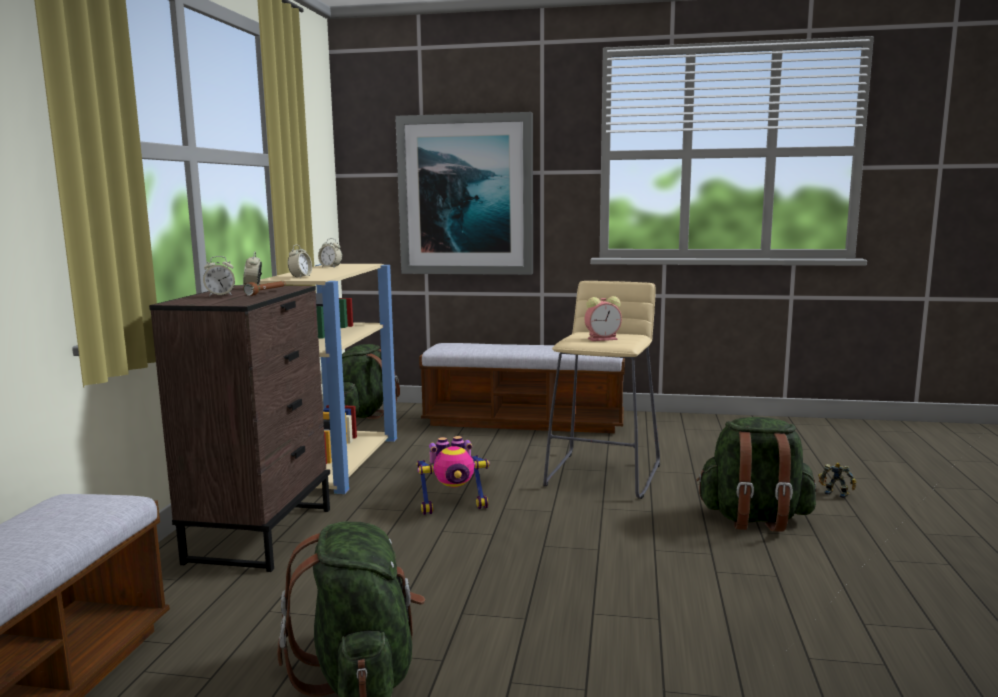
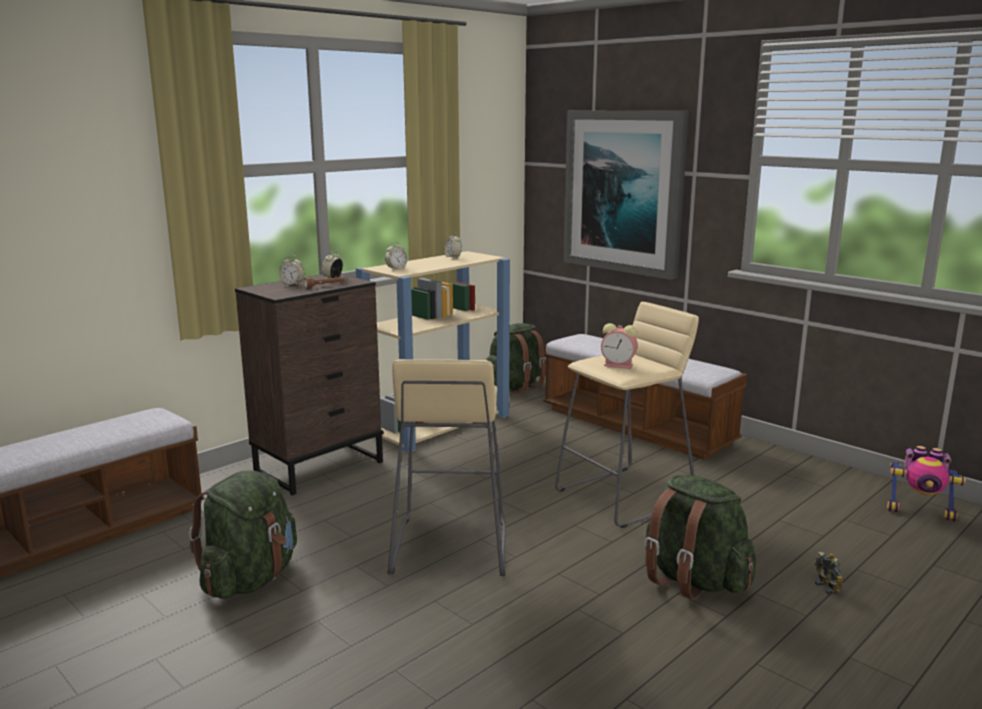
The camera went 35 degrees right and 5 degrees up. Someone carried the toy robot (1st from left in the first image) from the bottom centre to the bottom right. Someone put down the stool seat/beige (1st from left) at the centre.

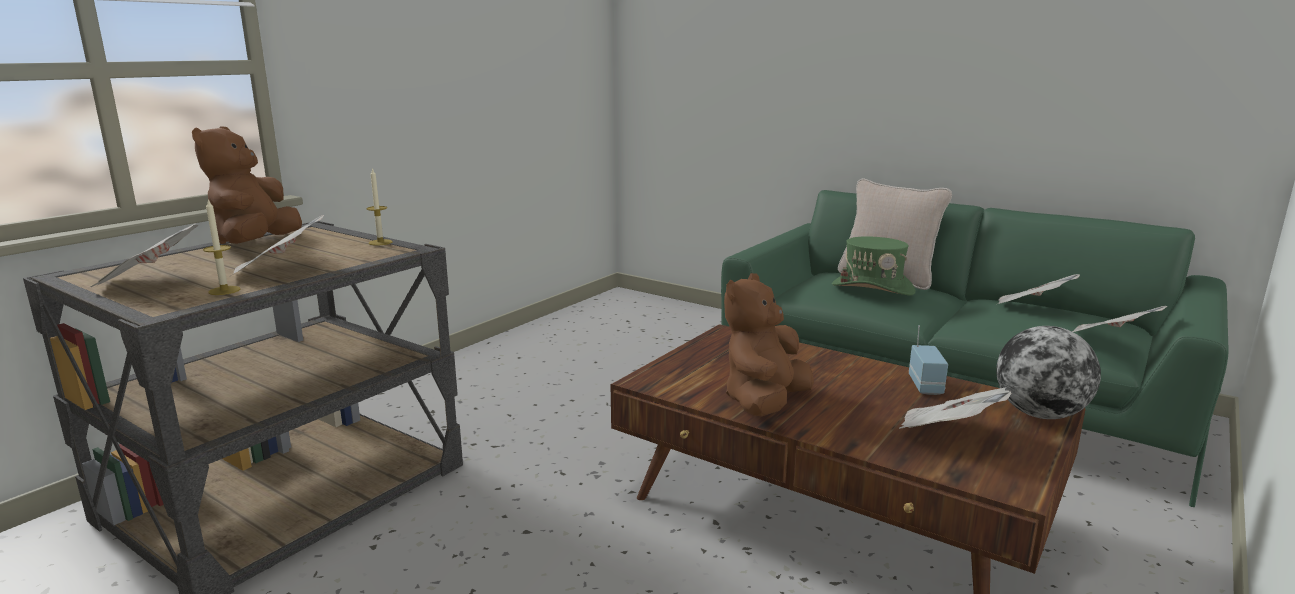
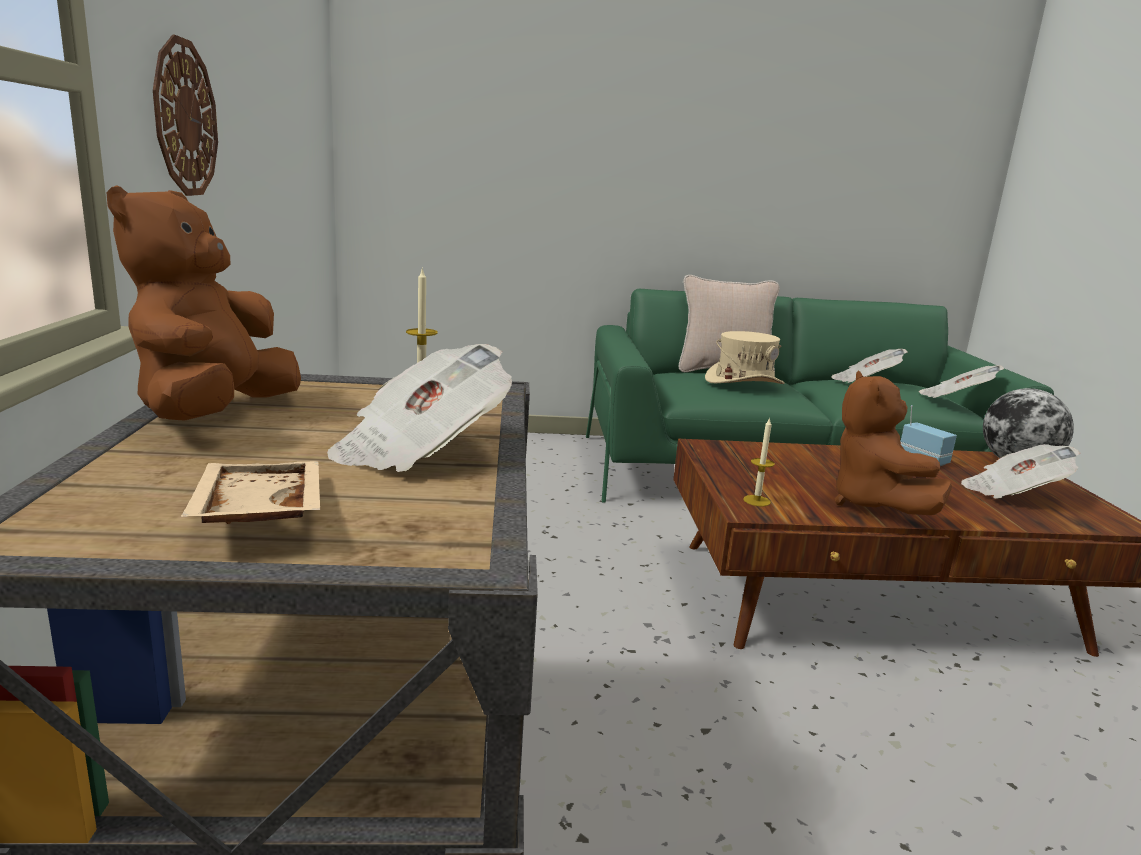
The camera went 40 degrees left and 0 degrees up. Someone swapped the printed paper (1st from left) at the middle left for the serving tray/beige at the middle left. Someone rotated the soft toy/brown (1st from left) at the top left by 45 degrees clockwise. Someone carried the wax candle (1st from left in the first image) from the middle left to the centre. Someone repainted the hat/greenish at the middle right, which became the hat/beige at the centre. Someone put up the hanging clock at the top left.

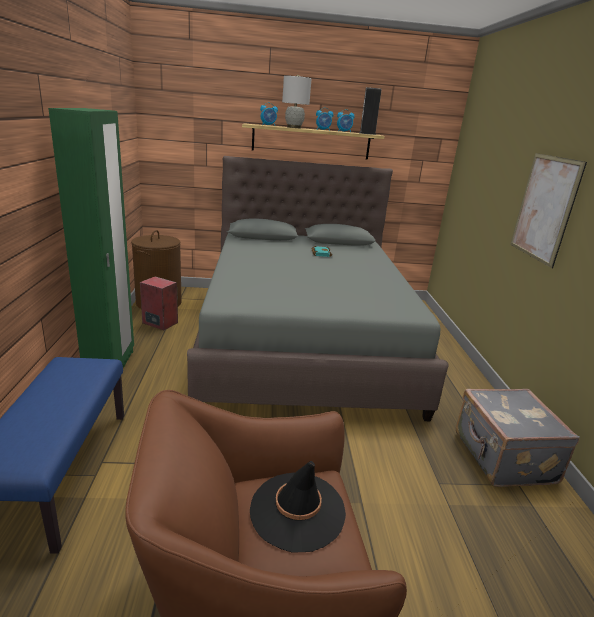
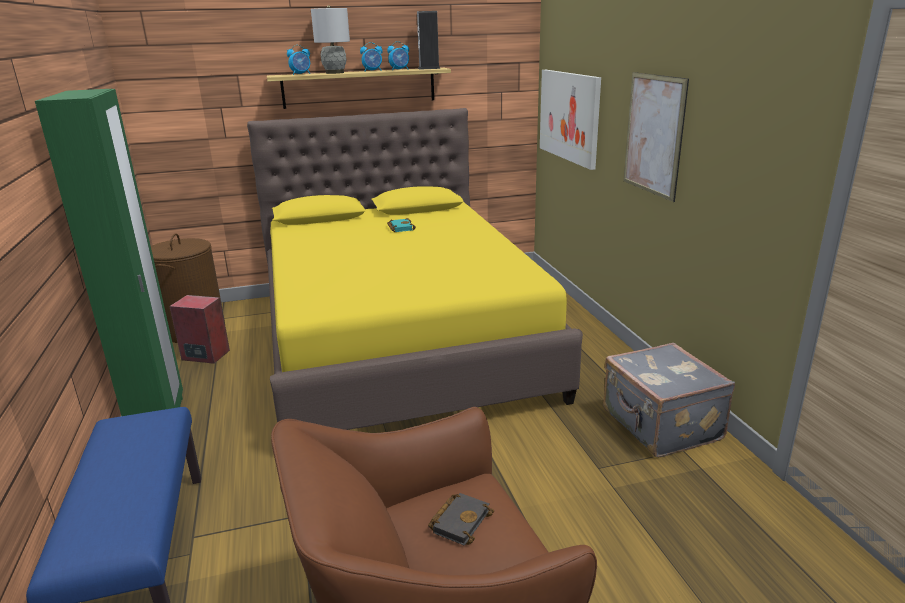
The camera went 10 degrees left and 0 degrees up. Someone repainted the bed/grey at the centre, which became the bed/yellowish at the centre. Someone swapped the hat/black-coloured at the bottom centre for the book/black-coloured at the bottom centre. Someone put up the wall picture (1st from left) at the top centre.

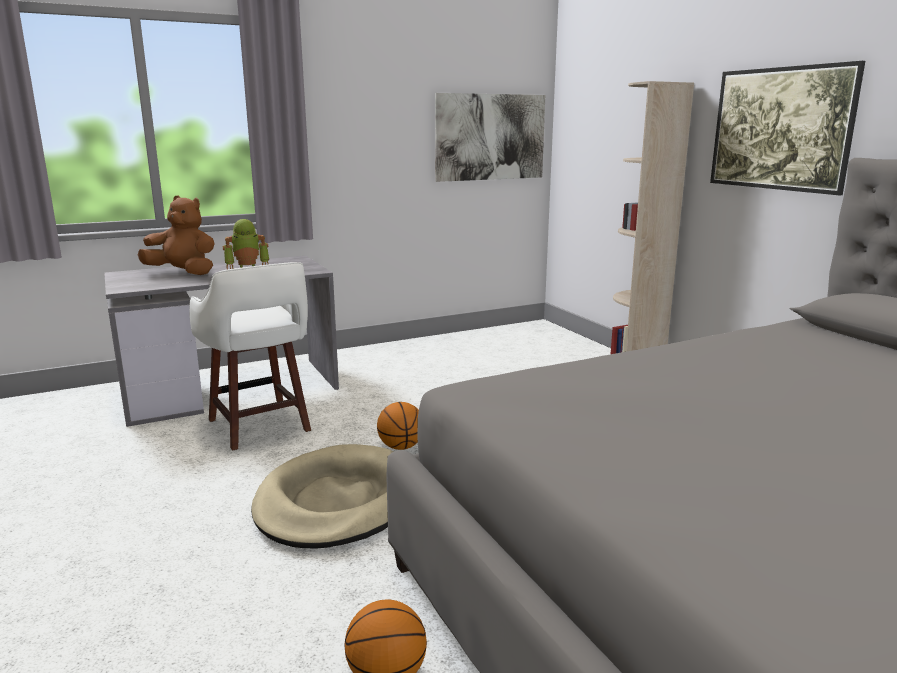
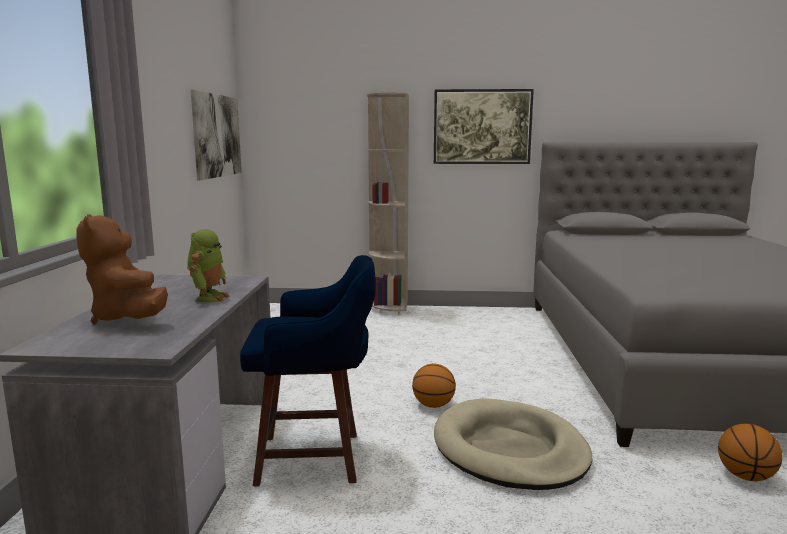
The camera went 60 degrees left and 5 degrees down. Someone rotated the soft toy/brown at the middle left by 75 degrees counterclockwise. Someone repainted the stool seat/white-coloured at the middle left, which became the stool seat/blue-coloured at the bottom centre.

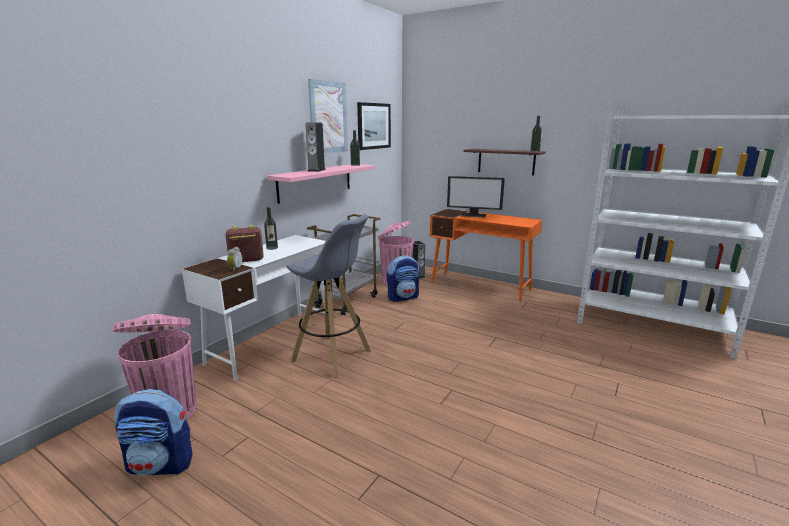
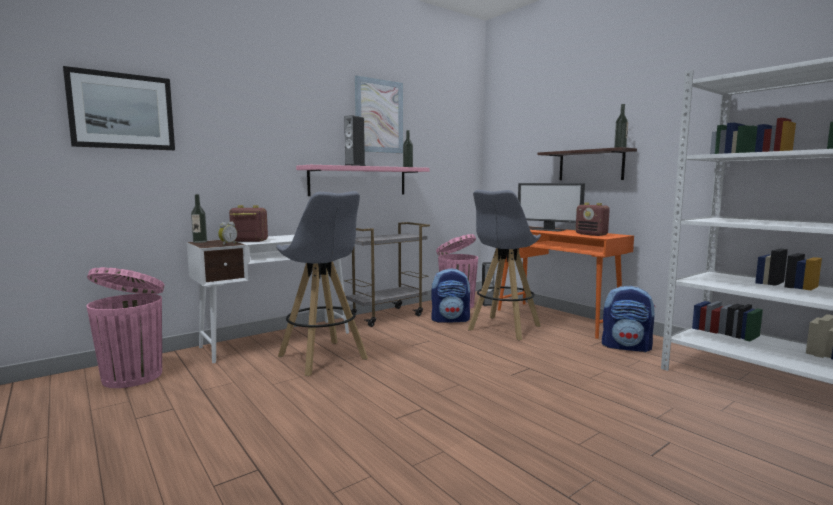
The camera went 20 degrees right and 10 degrees down. Someone carried the backpack (1st from left in the first image) from the bottom left to the middle right. Someone carried the bottle (1st from left) from the centre to the middle left. Someone carried the wall picture (2nd from left in the first image) from the top centre to the top left. Someone put down the stool seat/grey (2nd from left) at the centre. Someone put down the radio set (2nd from left) at the middle right.

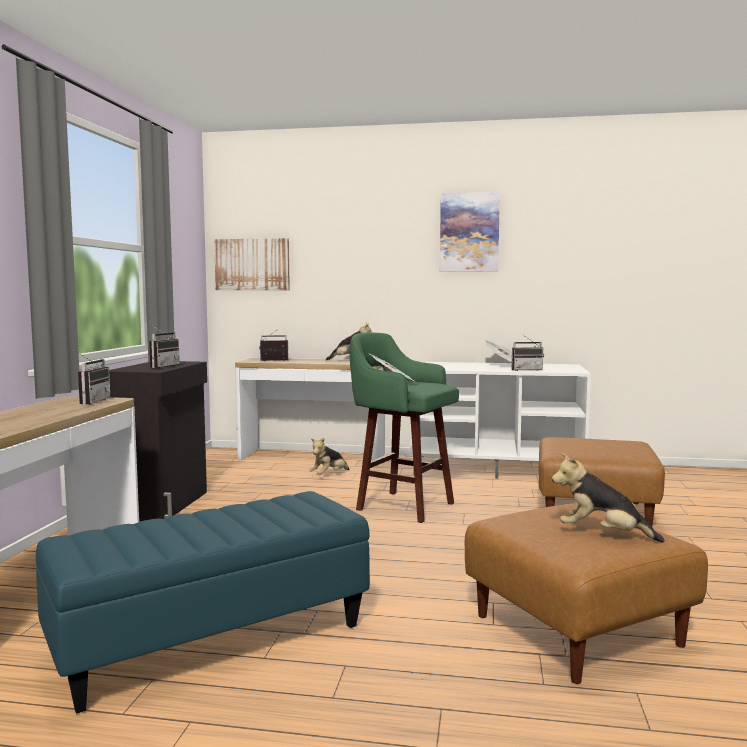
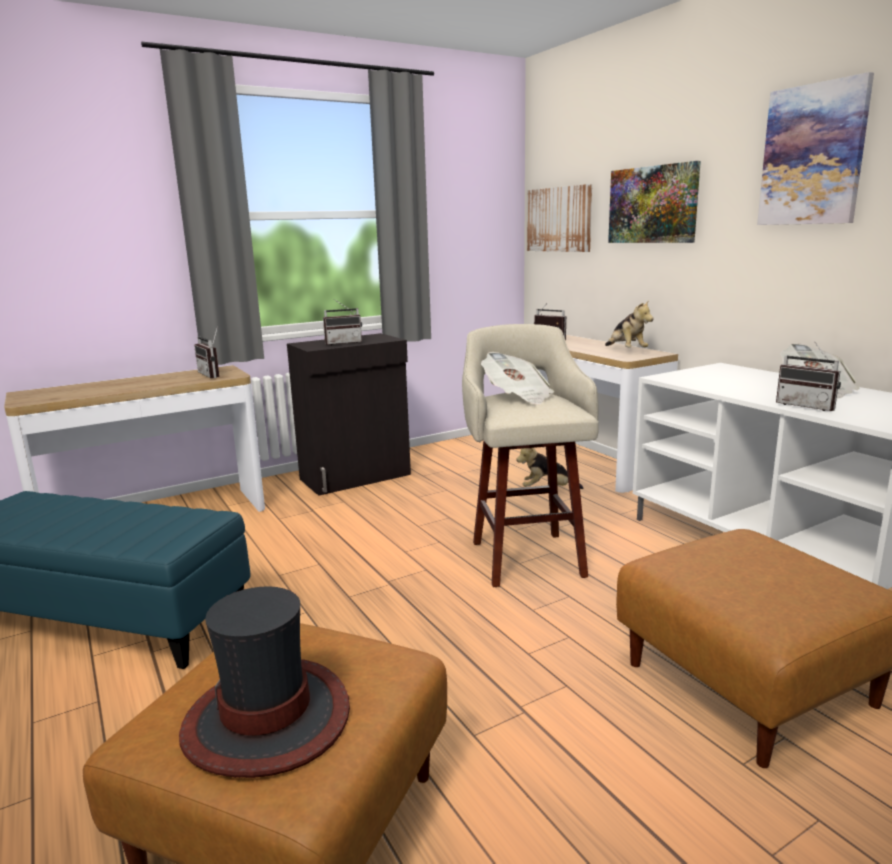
The camera went 50 degrees right and 10 degrees up. Someone rotated the radio set (1st from left) at the middle left by 90 degrees clockwise. Someone repainted the stool seat/greenish at the centre, which became the stool seat/beige at the centre. Someone swapped the soft toy (3rd from left) at the bottom right for the hat at the bottom left. Someone put up the wall picture (2nd from left) at the top right.

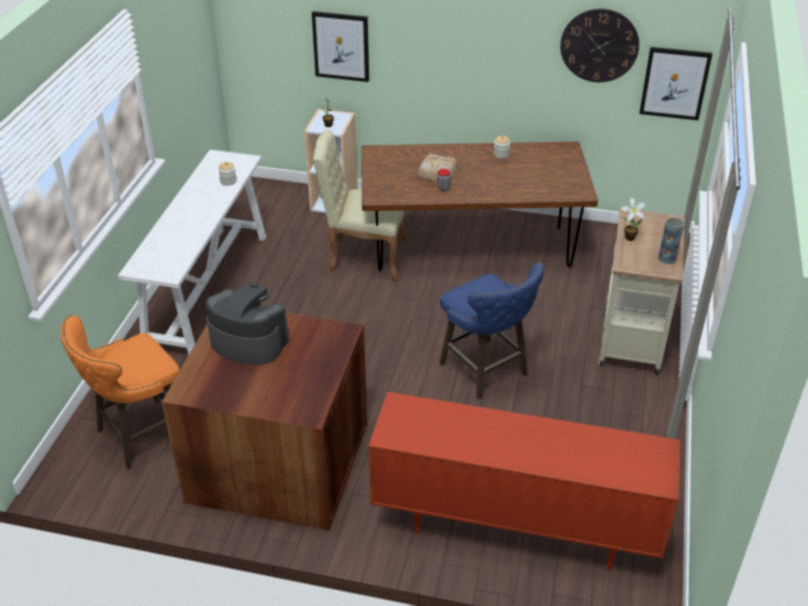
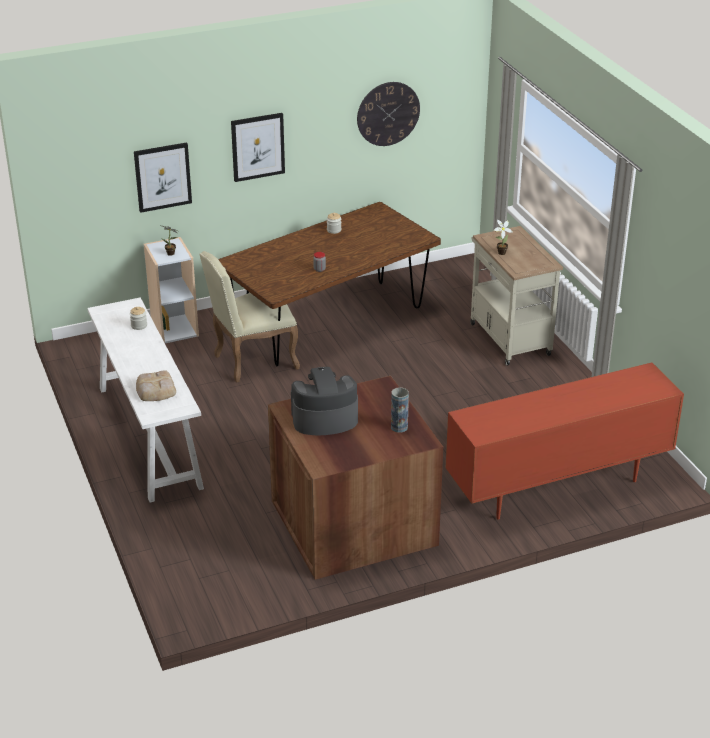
The camera went 35 degrees left and 5 degrees down. Someone took away the stool seat/orangey at the middle left. Someone carried the bread from the top centre to the middle left. Someone took away the stool seat/blue-coloured at the centre. Someone carried the wall picture (2nd from left) from the top right to the top centre. Someone carried the decorative vase from the middle right to the centre.

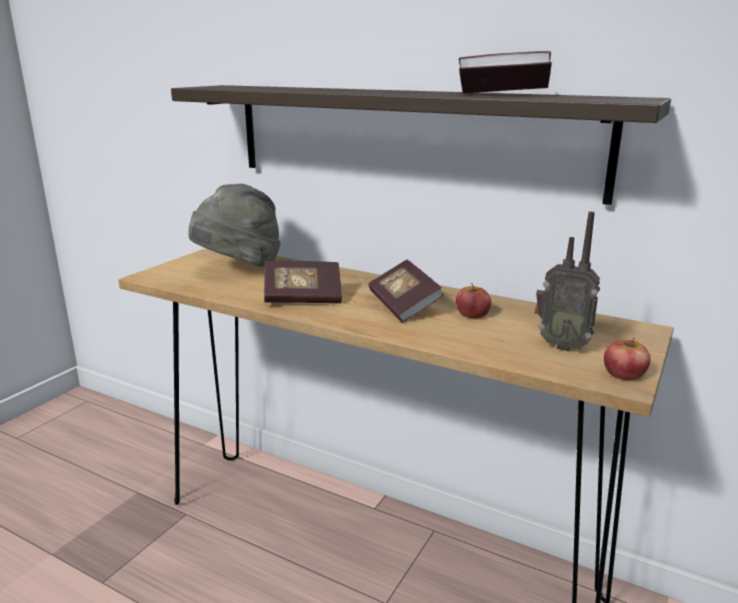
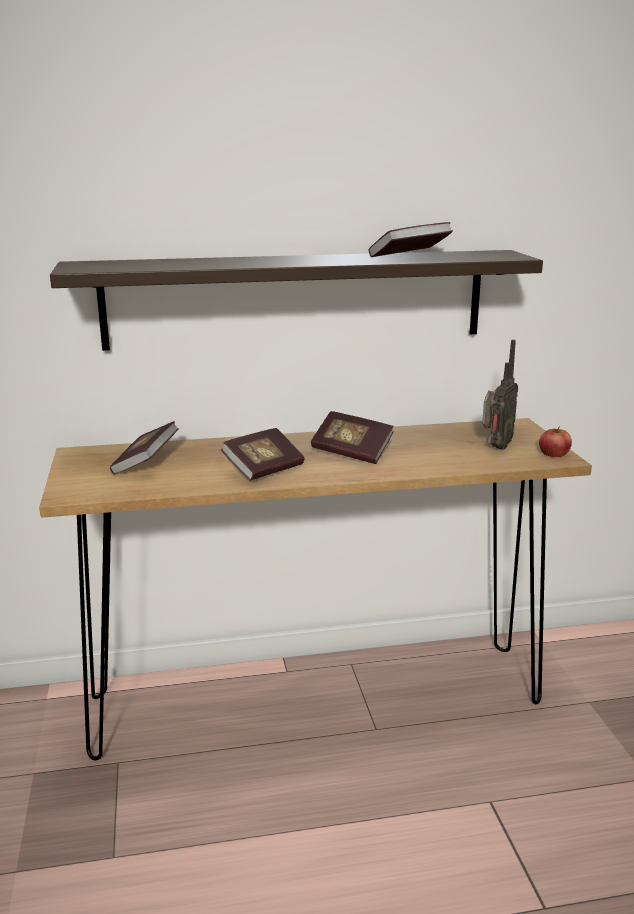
The camera went 40 degrees left and 0 degrees up. Someone swapped the hat/grey at the middle left for the book (1st from left) at the middle left. Someone took away the whole apple (1st from left) at the centre. Someone rotated the radio set at the middle right by 45 degrees counterclockwise.

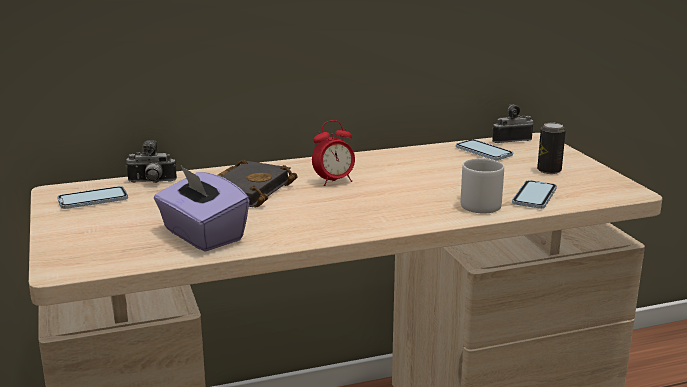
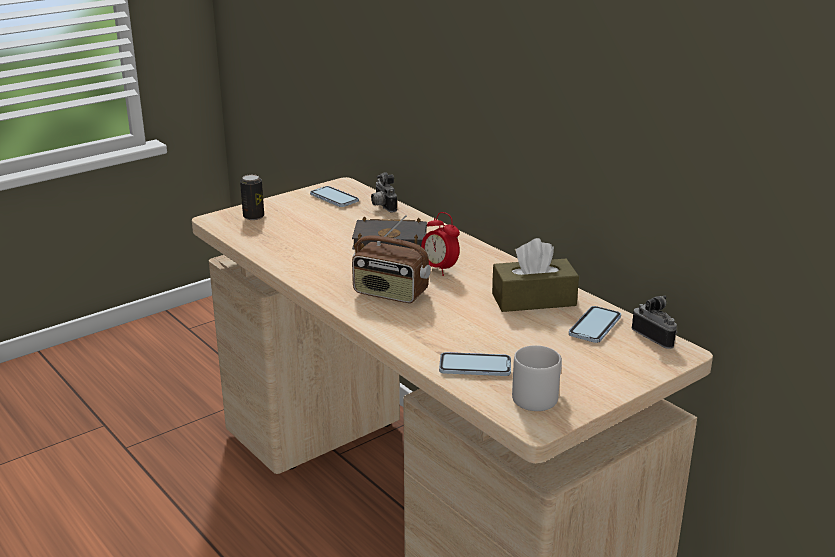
The camera went 70 degrees right and 5 degrees up. Someone took away the tissue holder/purplish at the middle left. Someone carried the coffee mug/grey from the middle right to the bottom centre. Someone carried the metal can from the middle right to the middle left. Someone put down the radio set at the centre. Someone put down the tissue holder/brown at the centre.

